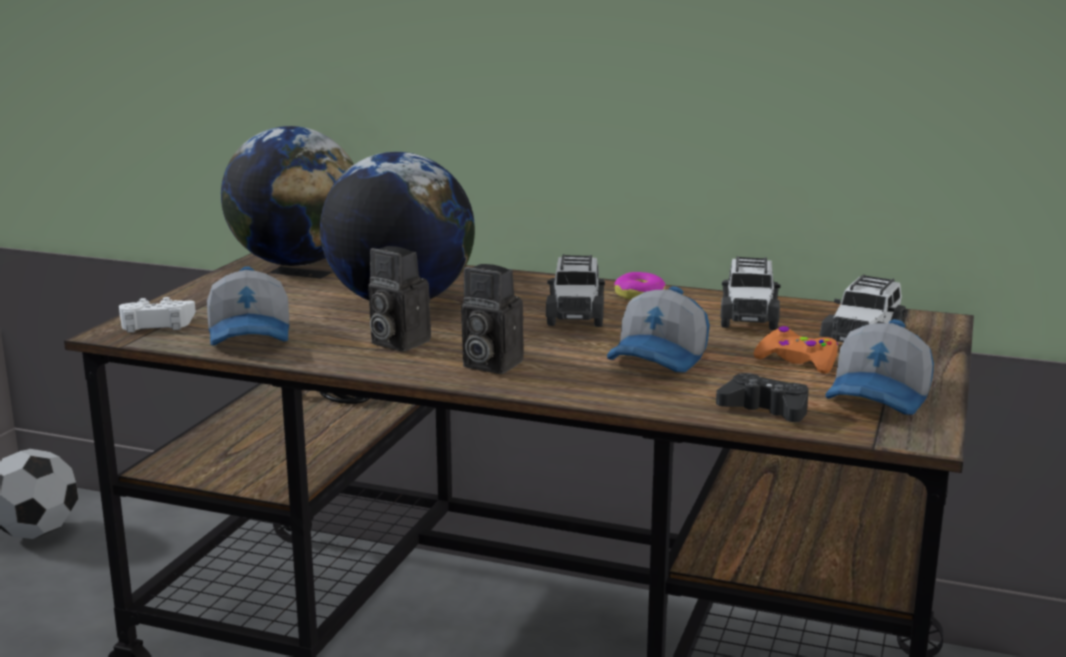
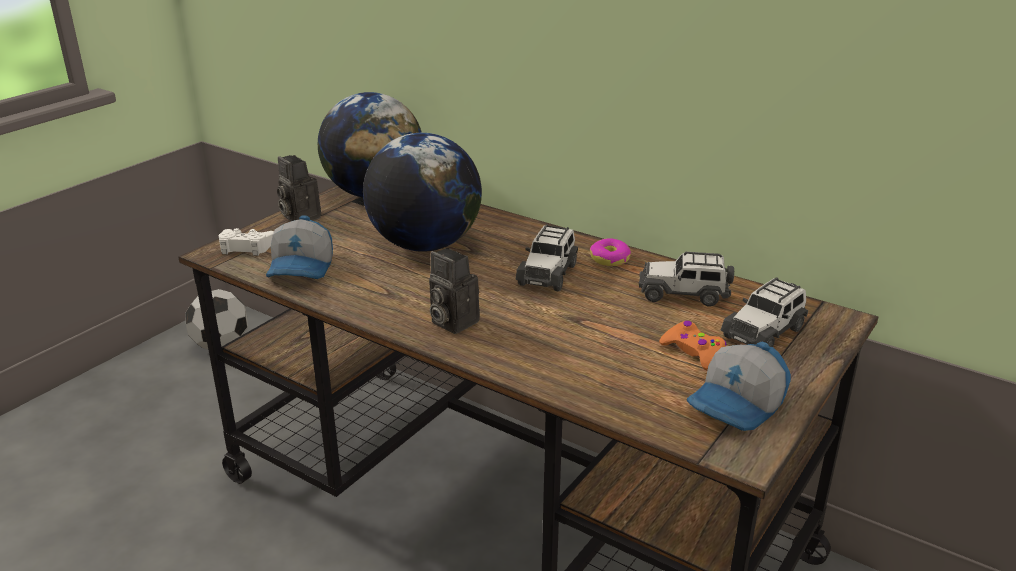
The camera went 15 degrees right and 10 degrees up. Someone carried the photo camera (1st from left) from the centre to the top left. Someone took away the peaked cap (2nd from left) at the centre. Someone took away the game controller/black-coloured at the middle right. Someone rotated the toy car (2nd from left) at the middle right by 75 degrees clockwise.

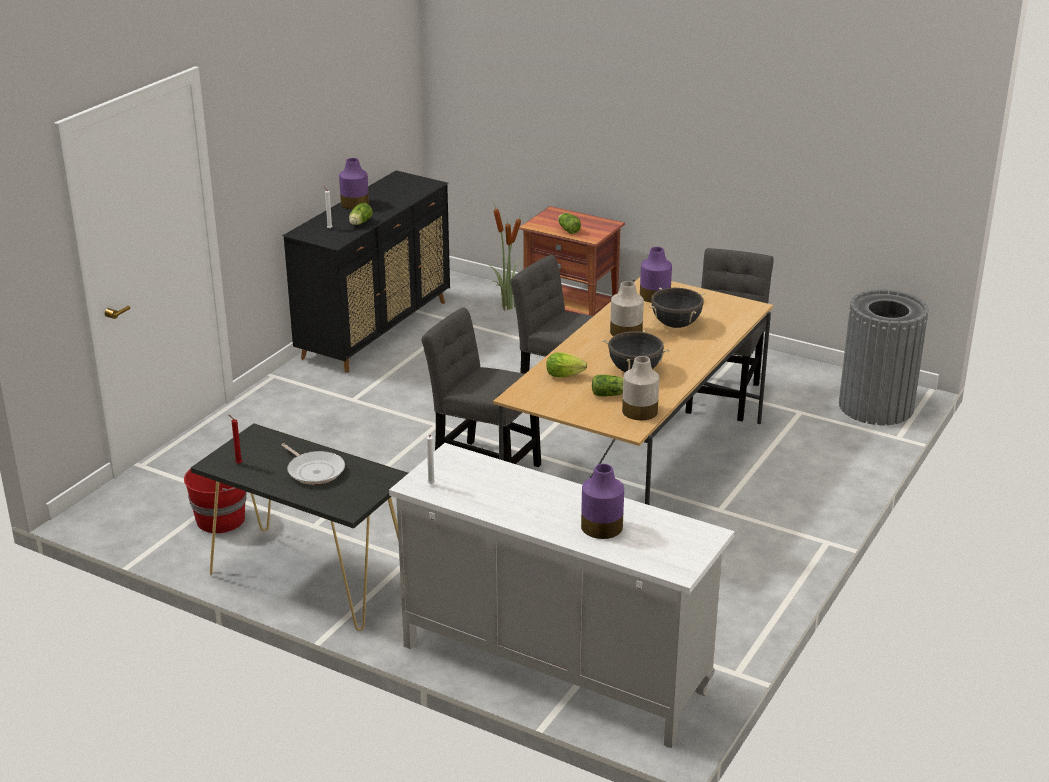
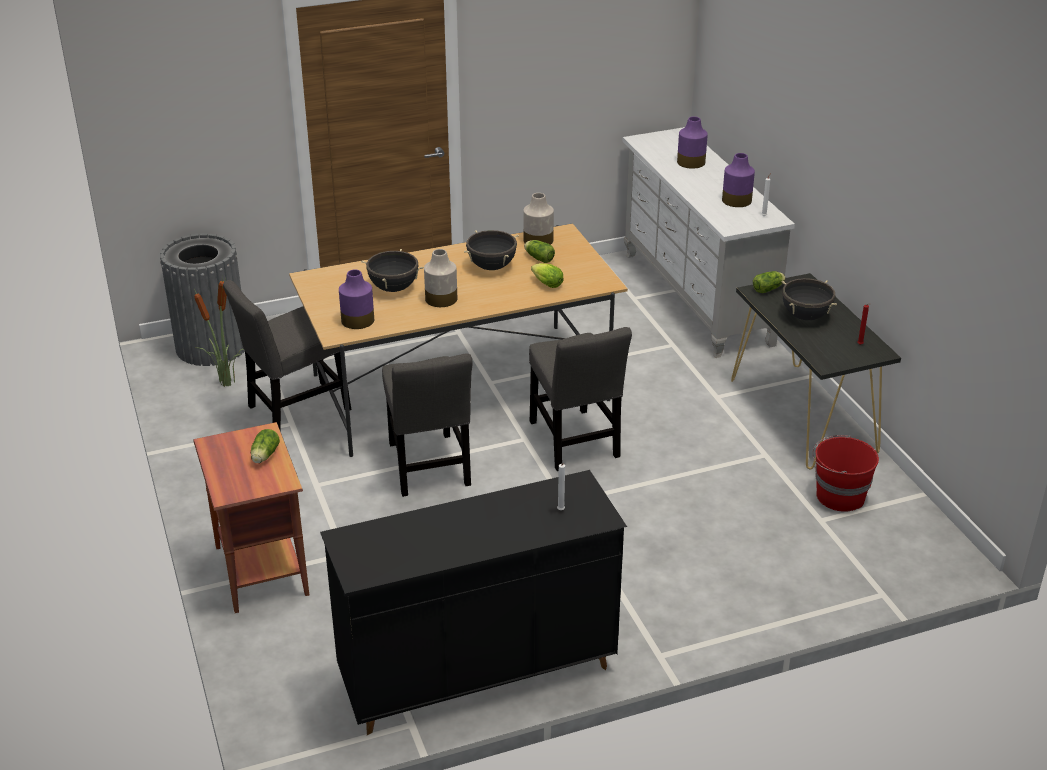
The camera went 140 degrees left and 5 degrees up. Someone swapped the pan at the middle left for the cooking pot/black-coloured (3rd from left) at the middle right. Someone carried the decorative vase/purplish (1st from left in the first image) from the top centre to the top right. Someone carried the head of lettuce (1st from left in the first image) from the top centre to the middle right. Someone carried the potted plant from the top centre to the middle left.

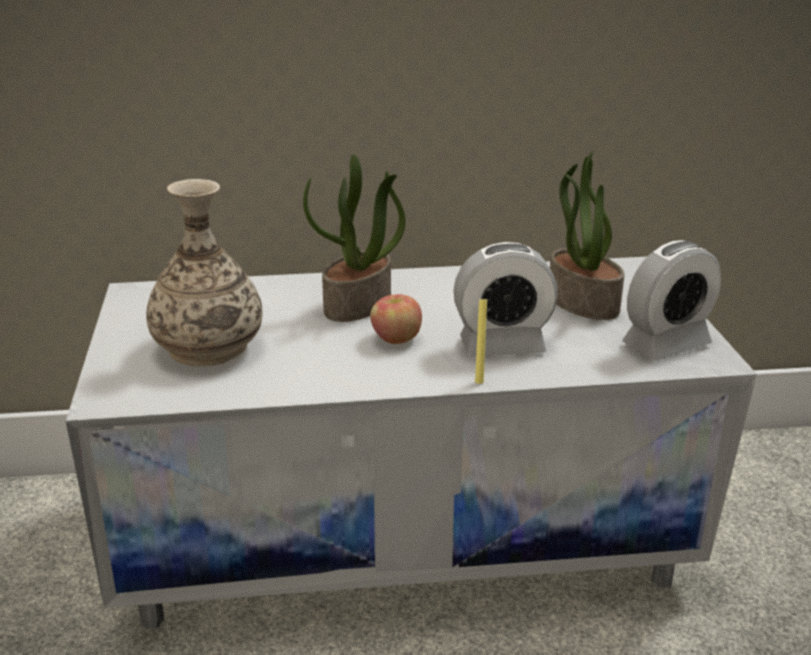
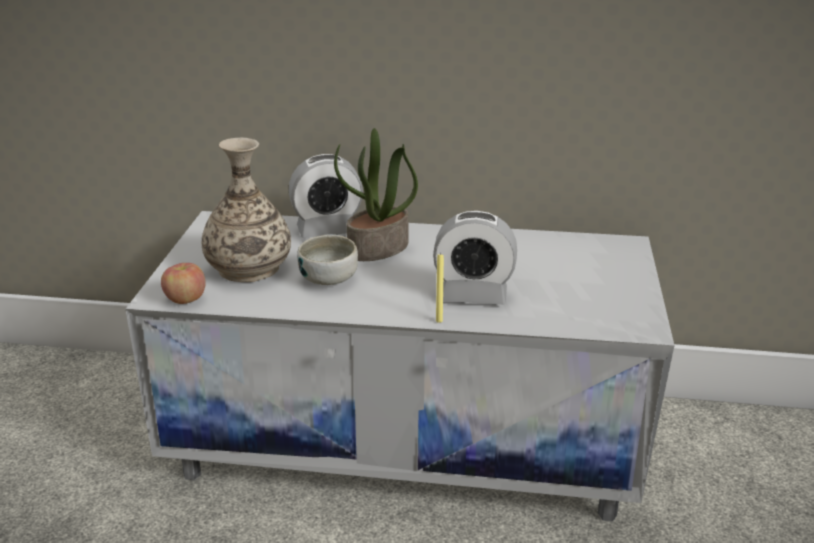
The camera went 15 degrees right and 0 degrees up. Someone carried the whole apple from the centre to the middle left. Someone took away the potted plant (2nd from left) at the middle right. Someone carried the alarm clock (2nd from left in the first image) from the middle right to the centre. Someone put down the serving bowl at the centre.

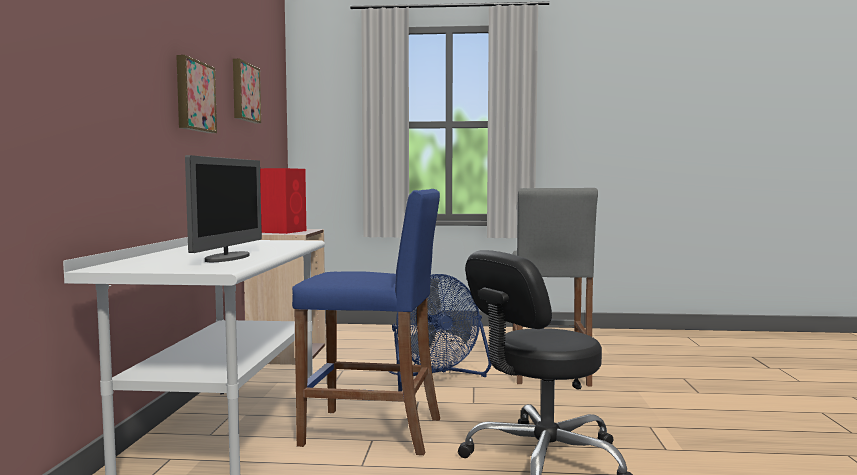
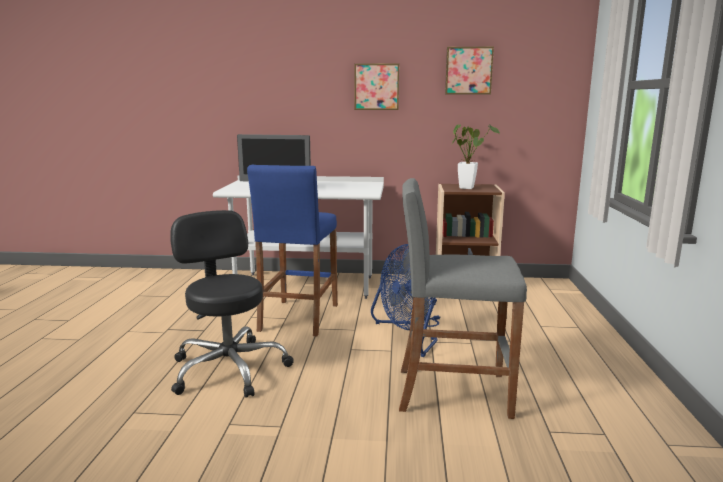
The camera went 90 degrees right and 10 degrees up. Someone swapped the audio speaker/red-coloured at the middle left for the potted plant at the top centre.

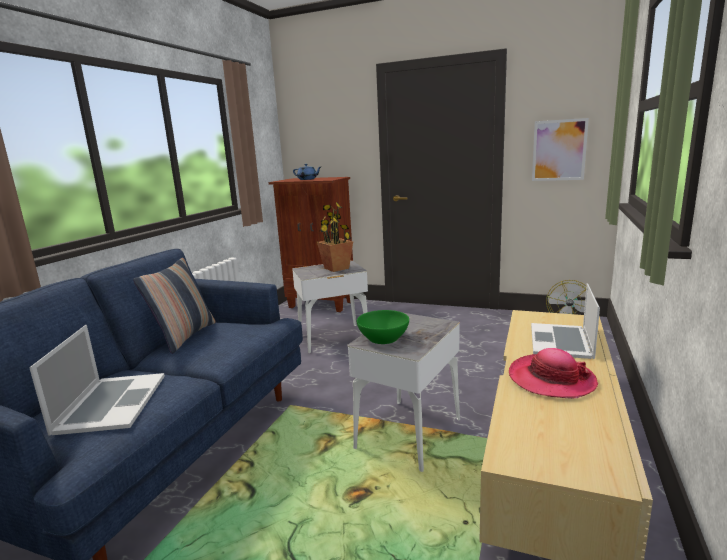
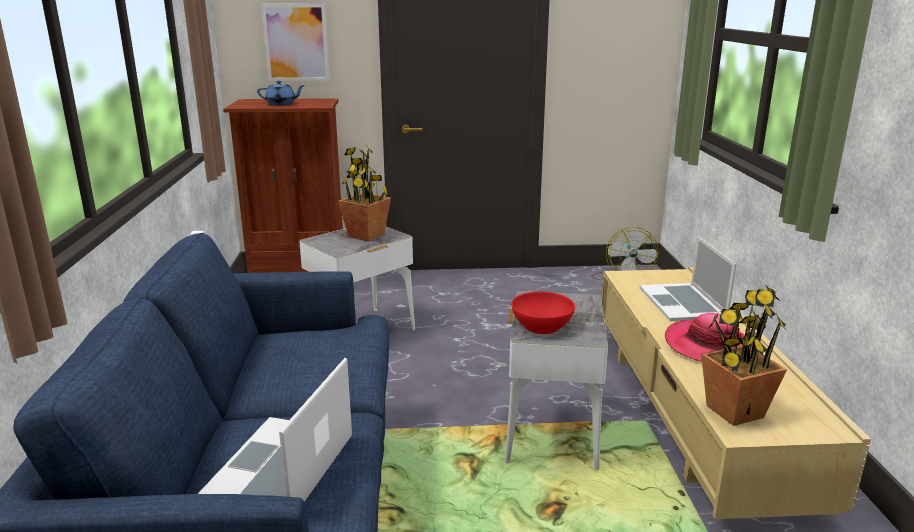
The camera went 25 degrees left and 5 degrees up. Someone rotated the notebook computer (1st from left) at the bottom left by 135 degrees counterclockwise. Someone took away the cushion at the middle left. Someone repainted the serving bowl/greenish at the centre, which became the serving bowl/red-coloured at the centre. Someone carried the wall picture from the top right to the top left. Someone put down the potted plant (2nd from left) at the bottom right.

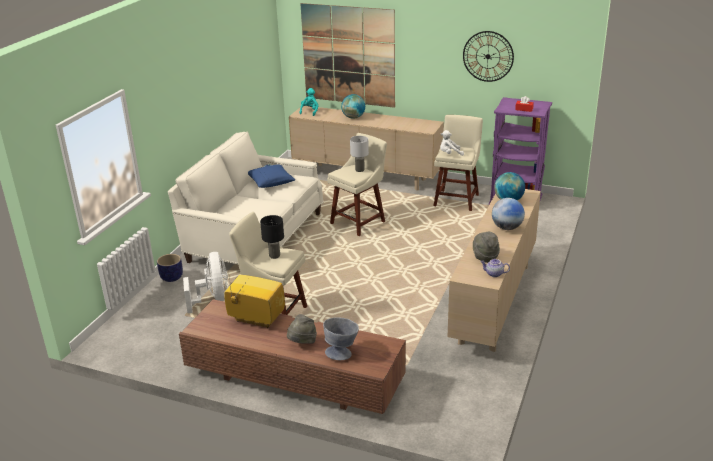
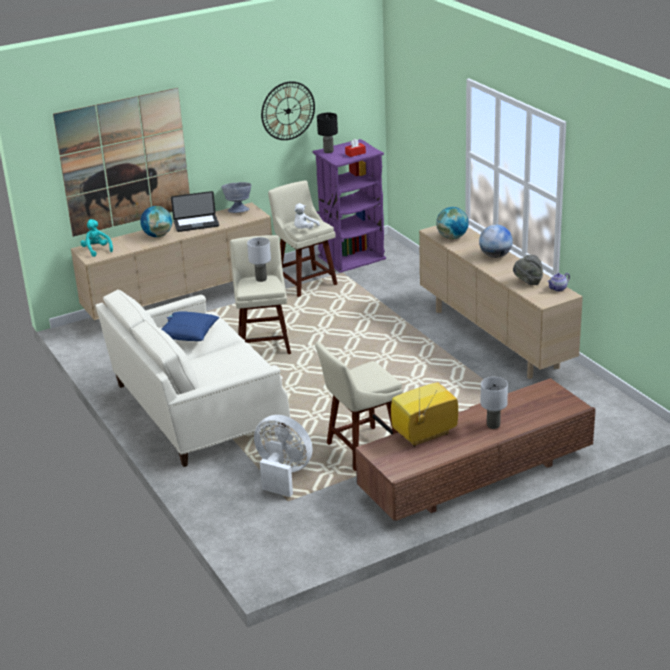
The camera went 50 degrees left and 0 degrees up. Someone took away the flower pot at the middle left. Someone carried the table lamp/black-coloured from the centre to the top centre. Someone swapped the hat/grey (1st from left) at the bottom centre for the table lamp/white-coloured (2nd from left) at the middle right. Someone carried the serving bowl/grey from the bottom centre to the top centre. Someone put down the notebook computer at the top left.

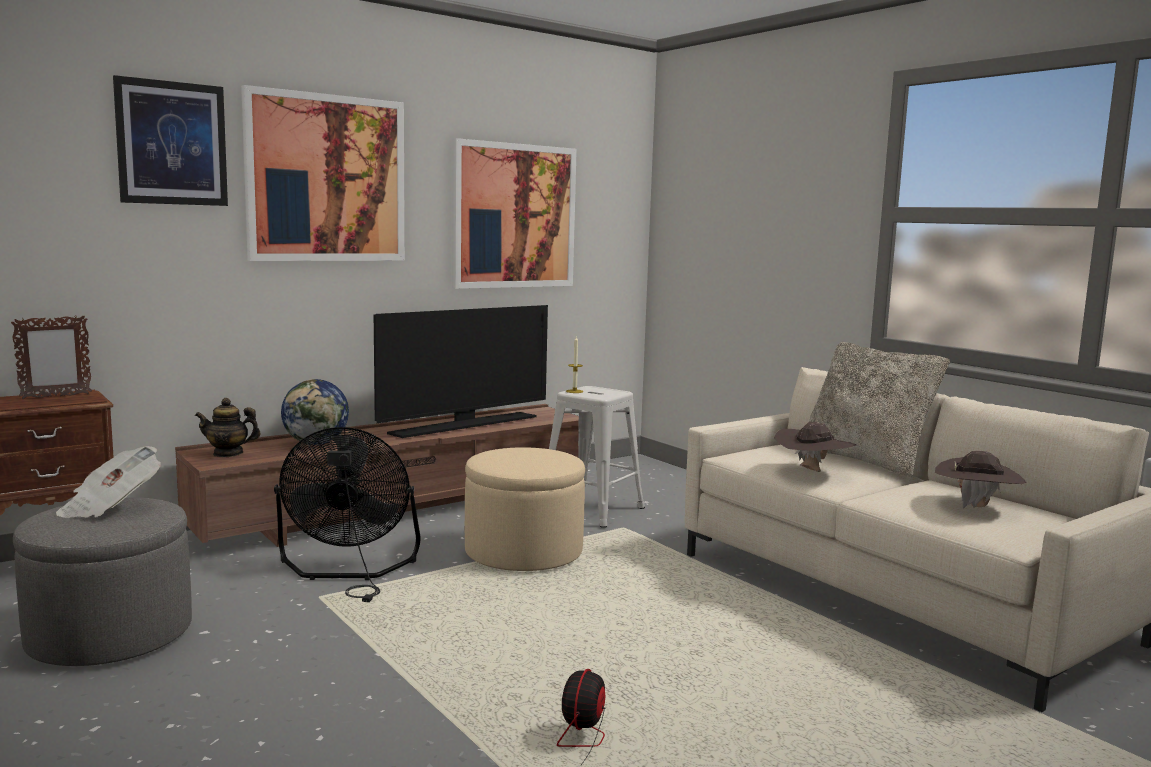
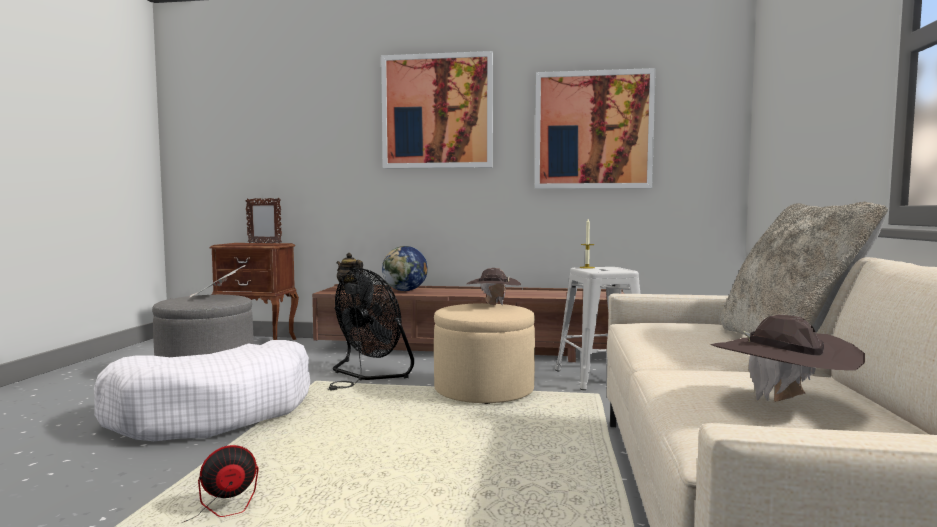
The camera went 45 degrees right and 5 degrees down. Someone took away the wall picture (1st from left) at the top left. Someone took away the TV at the centre. Someone carried the hat/brown (1st from left) from the middle right to the centre. Someone put down the dog cushion/white-coloured at the bottom left.

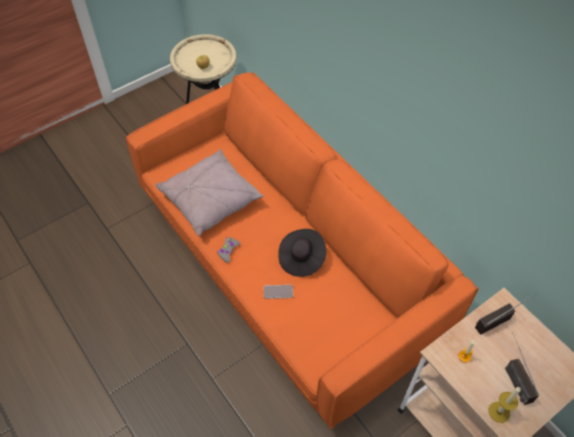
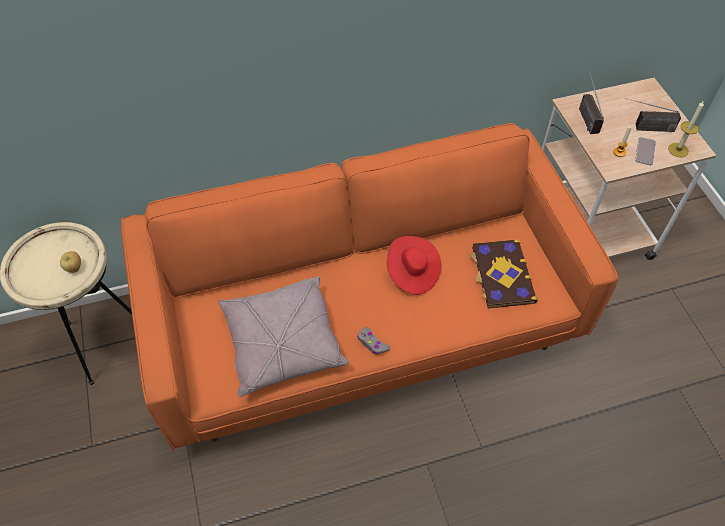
The camera went 70 degrees left and 0 degrees up. Someone carried the telephone from the bottom centre to the top right. Someone repainted the hat/black-coloured at the centre, which became the hat/red-coloured at the centre. Someone put down the book at the middle right.

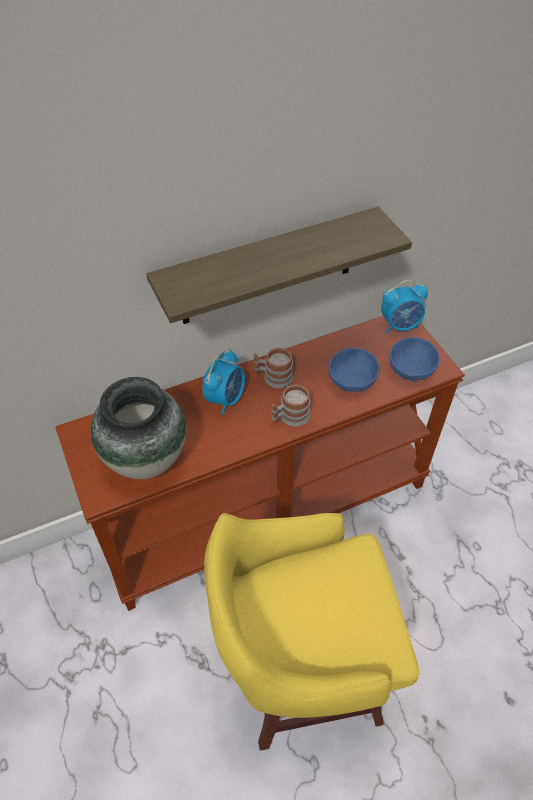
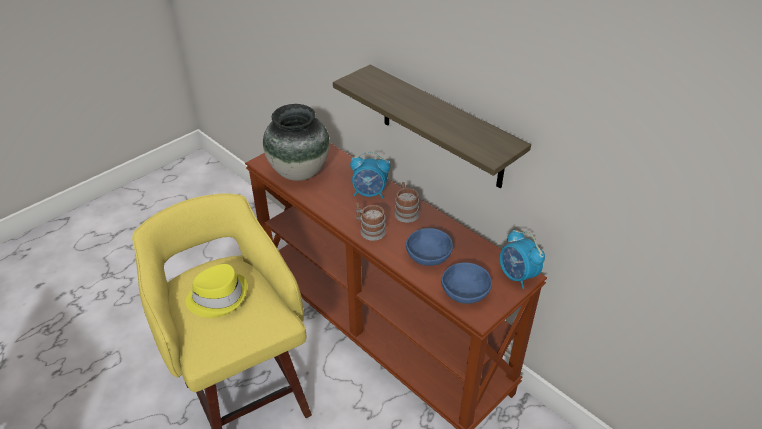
The camera went 70 degrees right and 10 degrees down. Someone put down the hat/yellowish at the bottom left.

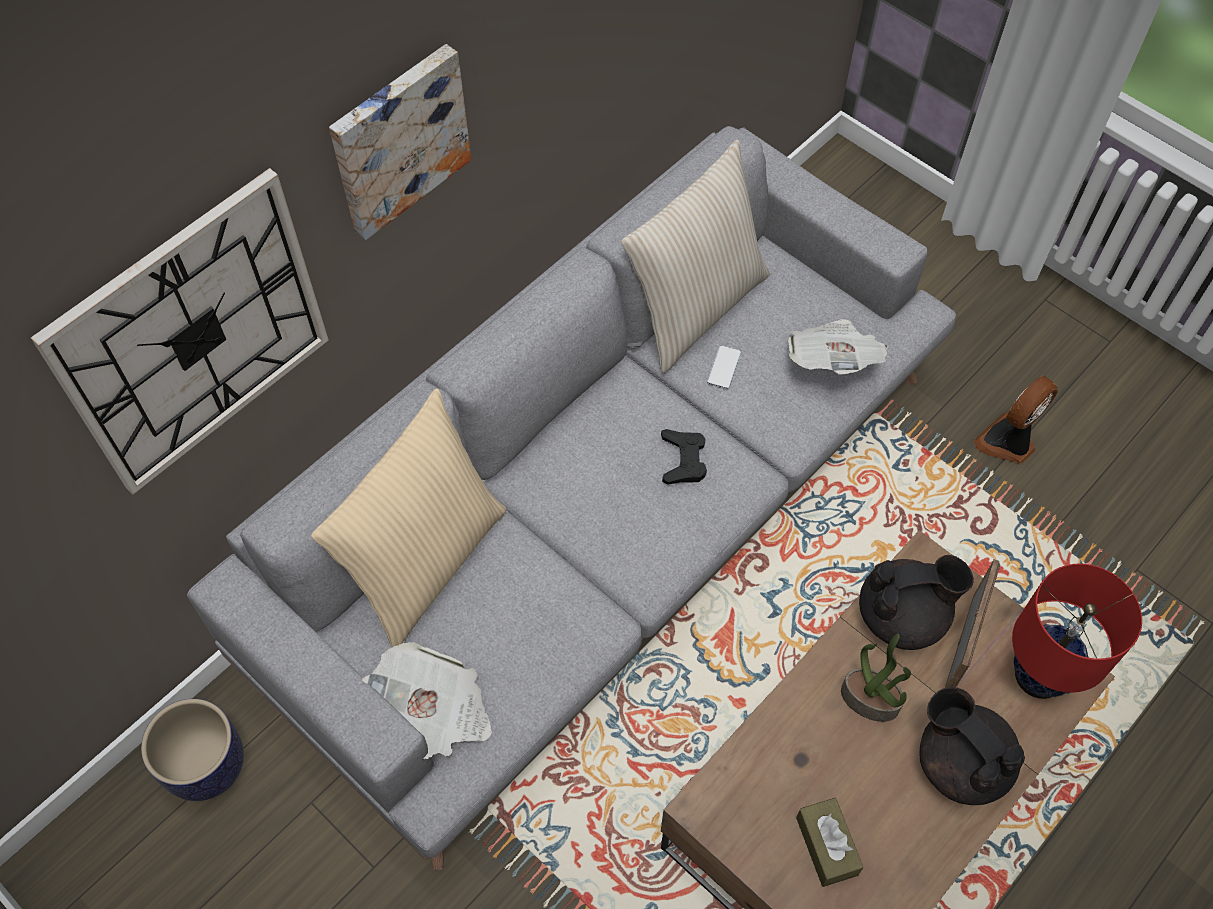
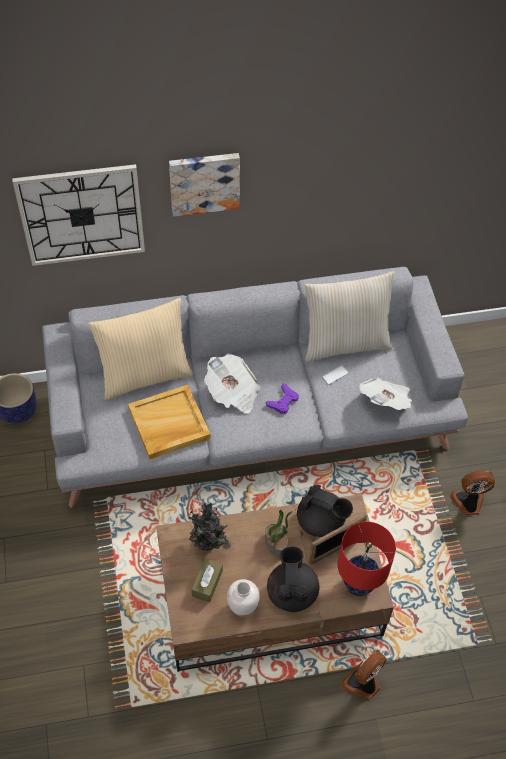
The camera went 35 degrees right and 5 degrees down. Someone carried the printed paper (1st from left) from the bottom centre to the centre. Someone repainted the game controller/black-coloured at the centre, which became the game controller/purplish at the centre. Someone put down the serving tray/beige at the centre. Someone put down the potted plant (1st from left) at the bottom centre. Someone put down the decorative vase/white-coloured at the bottom centre. Someone put down the fan (1st from left) at the bottom right.

